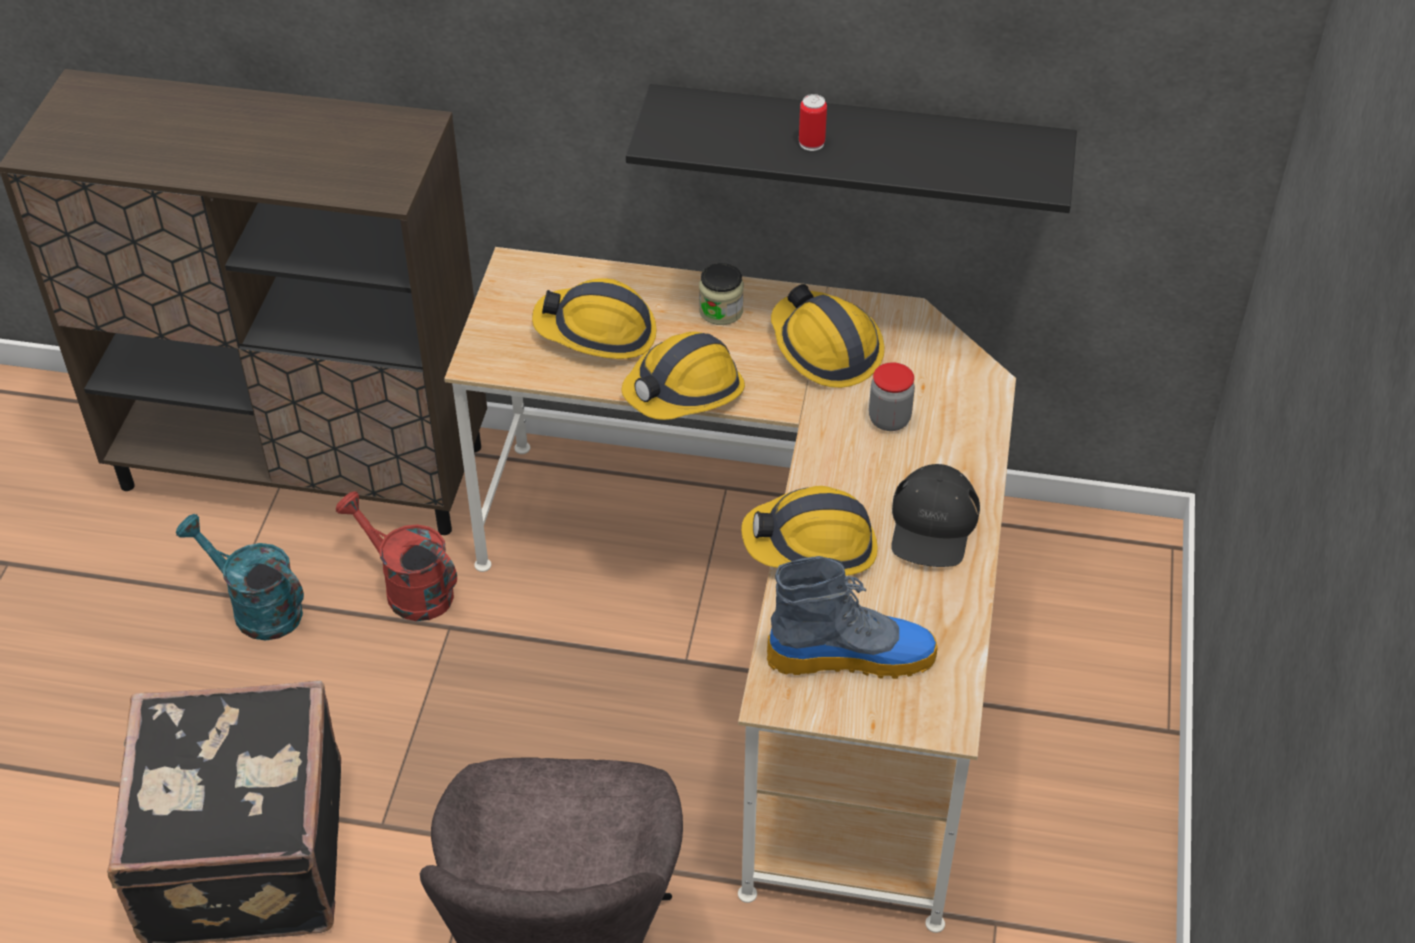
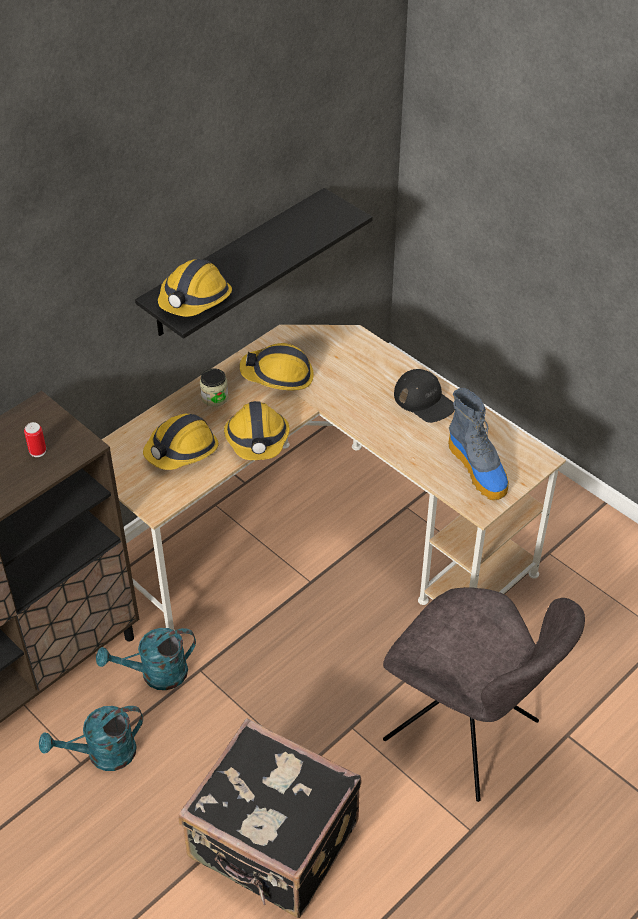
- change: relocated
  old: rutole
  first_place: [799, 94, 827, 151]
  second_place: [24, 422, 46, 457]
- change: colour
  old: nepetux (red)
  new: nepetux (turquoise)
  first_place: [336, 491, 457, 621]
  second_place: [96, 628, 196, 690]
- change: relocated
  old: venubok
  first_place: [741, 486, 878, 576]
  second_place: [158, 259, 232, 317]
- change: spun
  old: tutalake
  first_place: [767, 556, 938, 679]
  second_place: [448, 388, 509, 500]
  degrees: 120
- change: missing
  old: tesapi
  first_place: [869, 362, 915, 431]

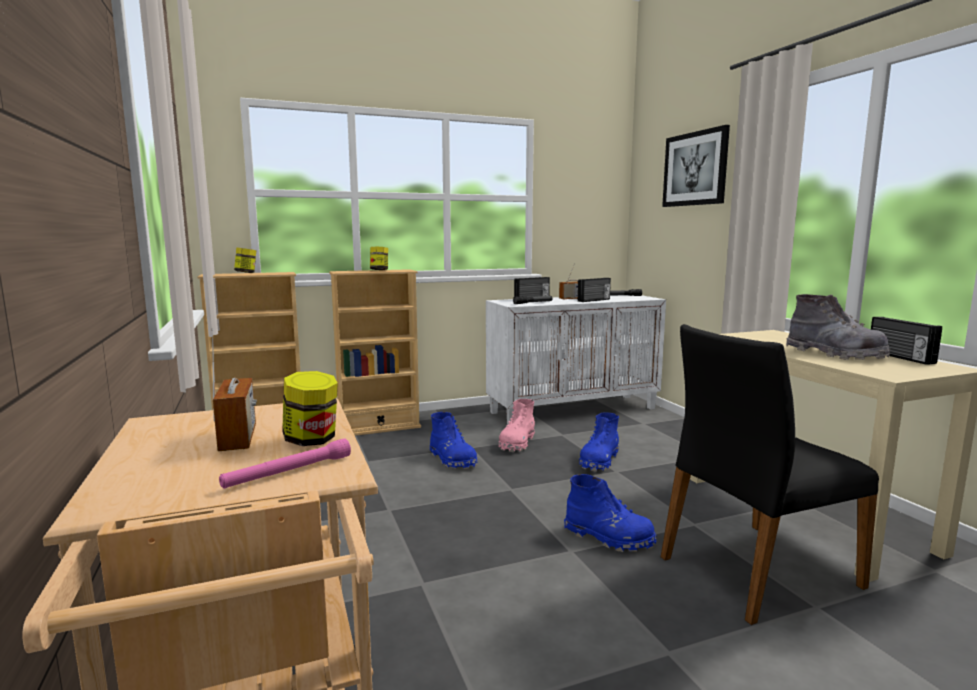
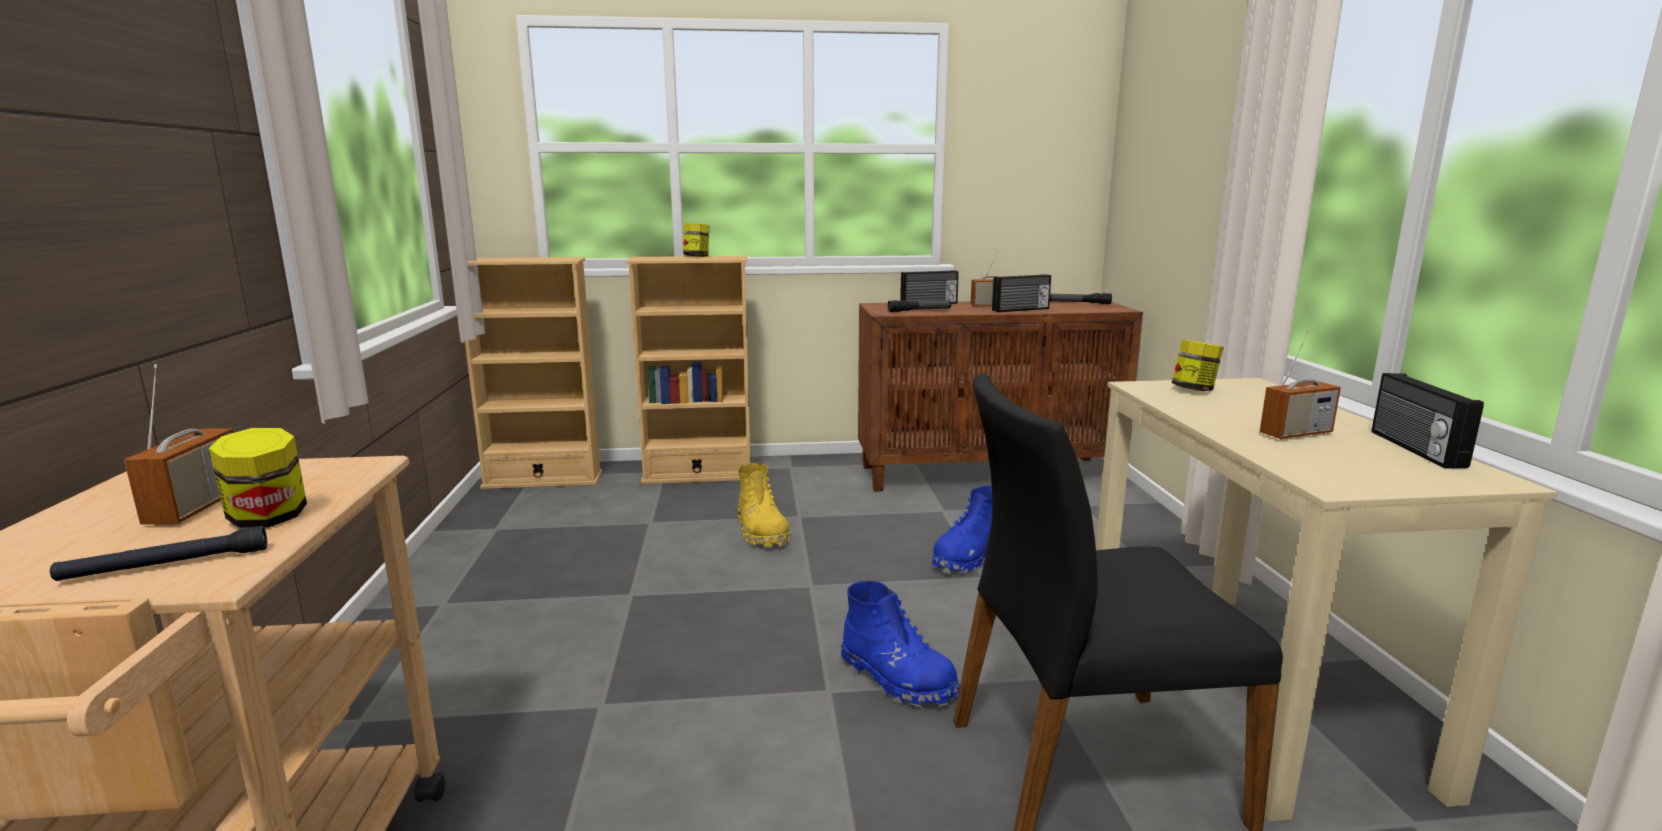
- change: colour
  old: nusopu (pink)
  new: nusopu (black)
  first_place: [219, 438, 351, 489]
  second_place: [50, 526, 267, 581]
- change: colour
  old: tutalake (blue)
  new: tutalake (yellow)
  first_place: [430, 412, 478, 469]
  second_place: [738, 463, 790, 548]
- change: colour
  old: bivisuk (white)
  new: bivisuk (brown)
  first_place: [486, 295, 666, 425]
  second_place: [858, 301, 1143, 492]
- change: relocated
  old: tesapi
  first_place: [234, 248, 256, 273]
  second_place: [1172, 340, 1224, 391]
- change: exchanged
  old: tutalake (grey)
  new: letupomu
  first_place: [786, 294, 891, 360]
  second_place: [1260, 330, 1341, 439]
- change: missing
  old: tutalake (pink)
  first_place: [499, 399, 535, 452]
- change: missing
  old: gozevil
  first_place: [662, 125, 730, 207]

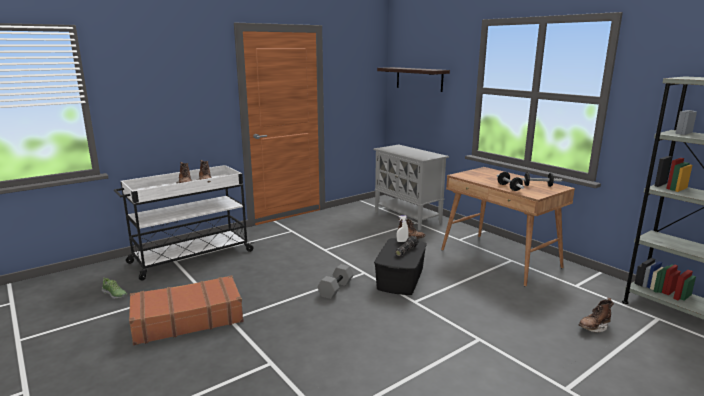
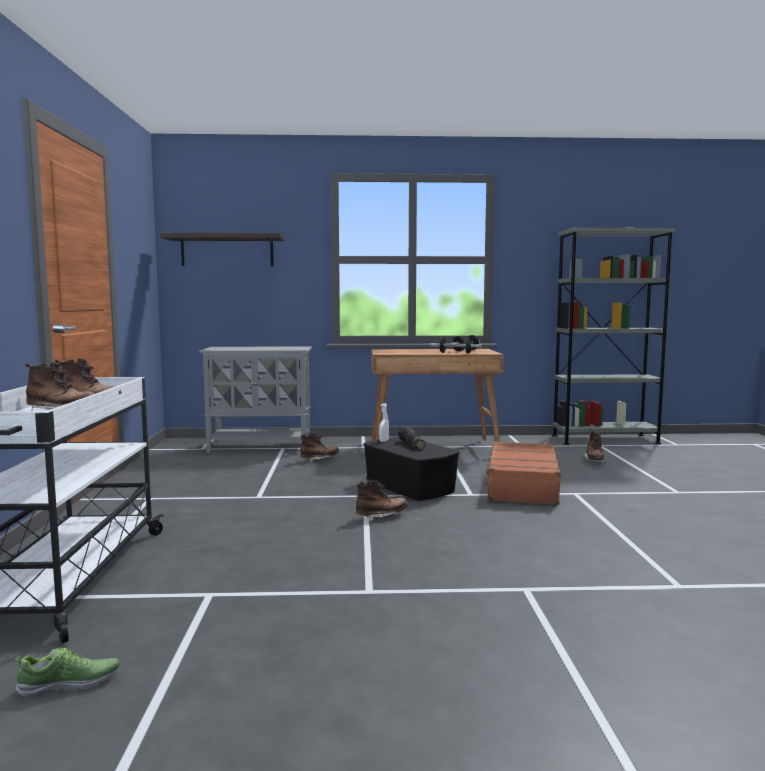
- change: exchanged
  old: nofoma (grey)
  new: tutalake (brown)
  first_place: [317, 264, 354, 299]
  second_place: [356, 480, 408, 522]
- change: relocated
  old: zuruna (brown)
  first_place: [129, 275, 244, 345]
  second_place: [483, 441, 561, 505]

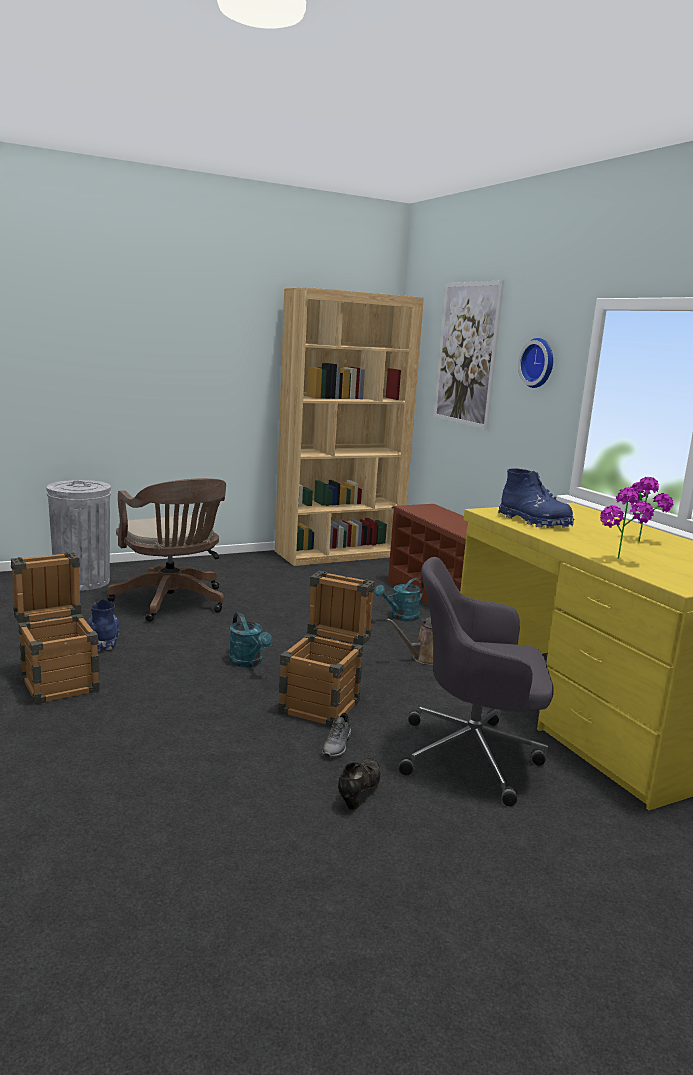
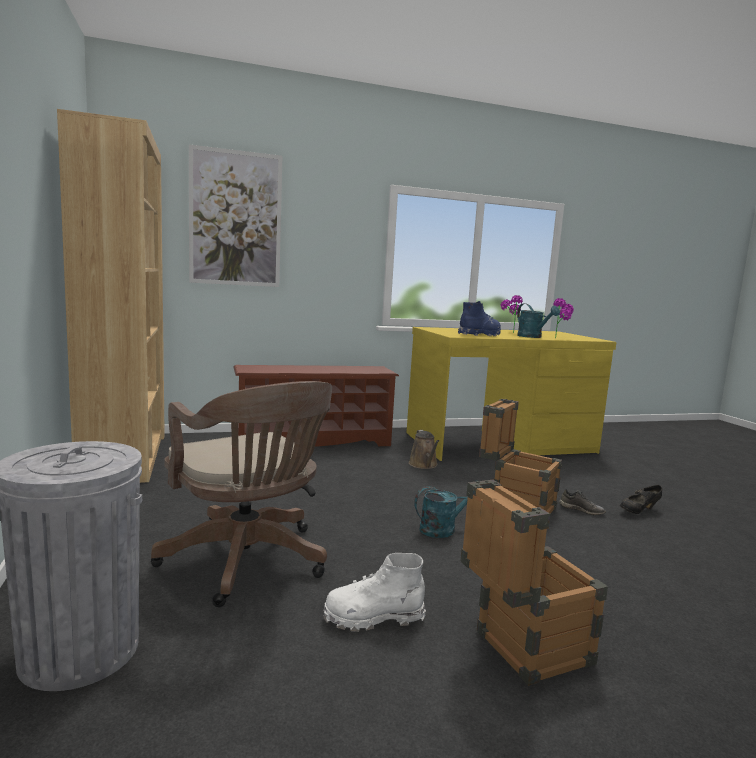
- change: spun
  old: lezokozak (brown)
  first_place: [107, 478, 226, 622]
  second_place: [150, 381, 332, 607]
  degrees: 75
- change: colour
  old: tutalake (blue)
  new: tutalake (white)
  first_place: [88, 599, 120, 651]
  second_place: [323, 553, 426, 632]
- change: relocated
  old: nepetux (turquoise)
  first_place: [374, 578, 424, 622]
  second_place: [517, 303, 560, 338]
- change: spun
  old: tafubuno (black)
  first_place: [338, 758, 381, 810]
  second_place: [620, 485, 662, 514]
  degrees: -60
- change: missing
  old: lezokozak (grey)
  first_place: [399, 557, 554, 806]
- change: missing
  old: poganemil
  first_place: [518, 338, 553, 388]

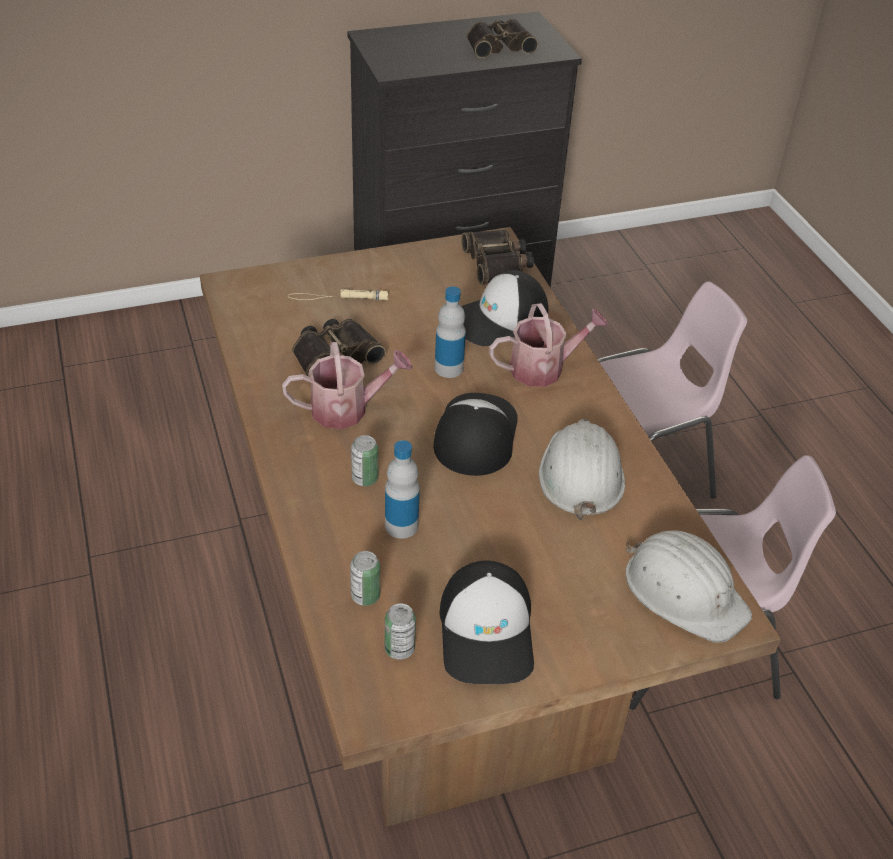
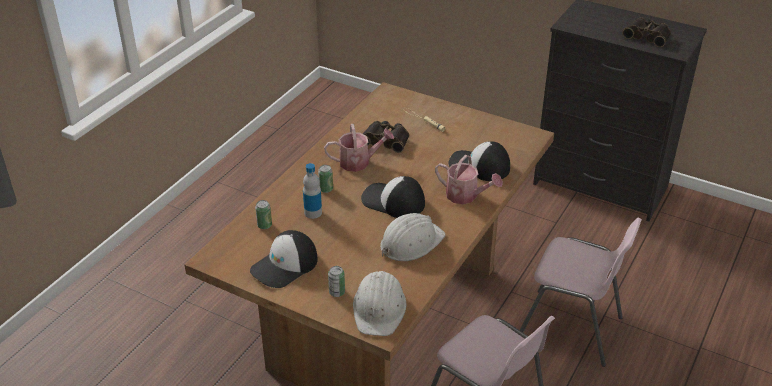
- change: spun
  old: nepetux
  first_place: [282, 342, 413, 429]
  second_place: [324, 124, 394, 172]
  degrees: -45
- change: relocated
  old: rutole
  first_place: [385, 603, 416, 660]
  second_place: [328, 266, 345, 297]
- change: spun
  old: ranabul
  first_place: [434, 393, 518, 476]
  second_place: [361, 176, 425, 218]
  degrees: -120
- change: missing
  old: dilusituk
  first_place: [435, 286, 466, 378]
- change: missing
  old: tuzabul
  first_place: [462, 229, 534, 285]

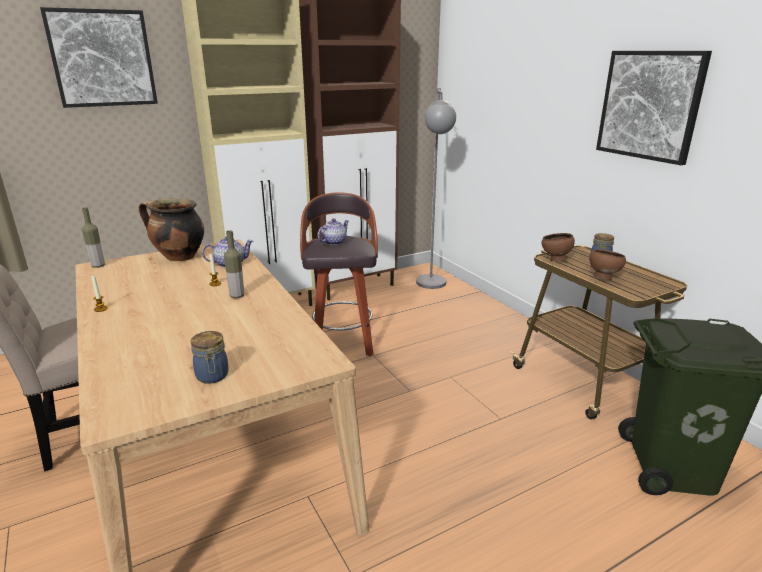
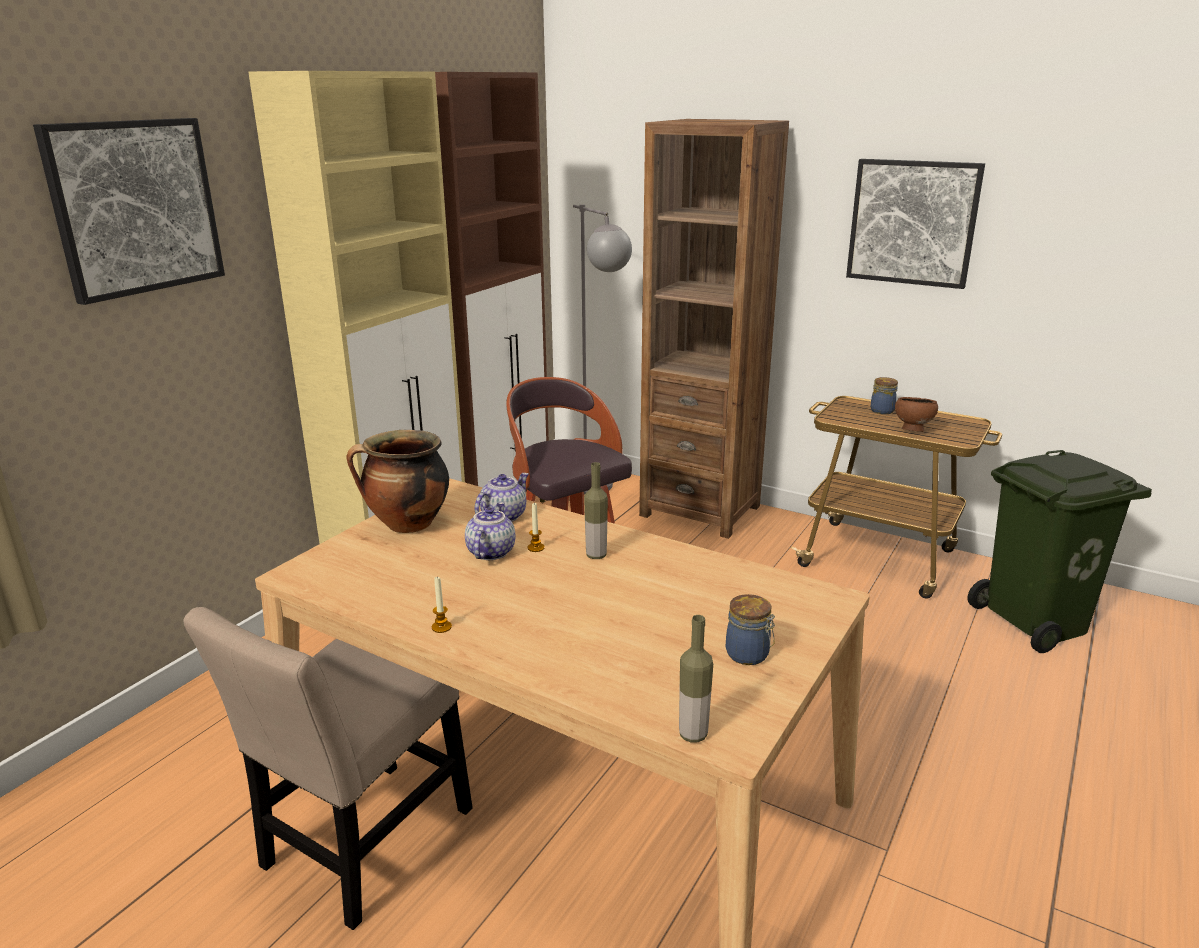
- change: relocated
  old: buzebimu
  first_place: [317, 219, 349, 245]
  second_place: [465, 502, 515, 560]
- change: appeared
  new: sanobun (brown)
  second_place: [639, 119, 789, 539]
- change: relocated
  old: dilusituk
  first_place: [82, 207, 105, 268]
  second_place: [679, 615, 713, 742]
- change: missing
  old: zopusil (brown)
  first_place: [542, 233, 575, 261]

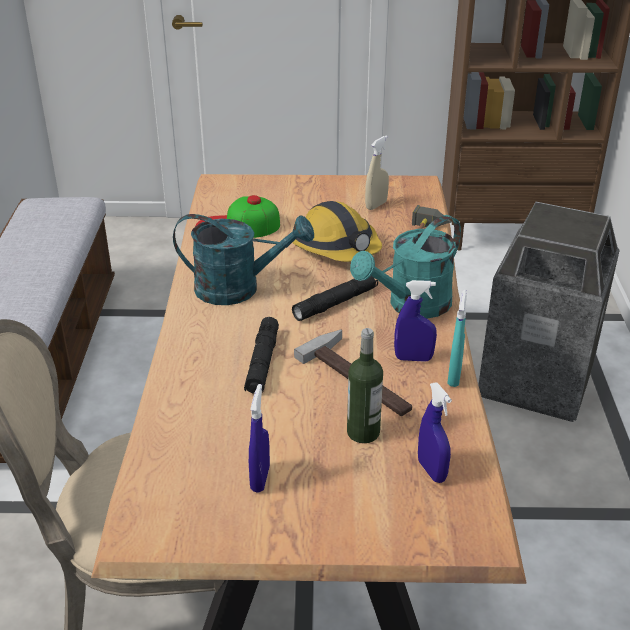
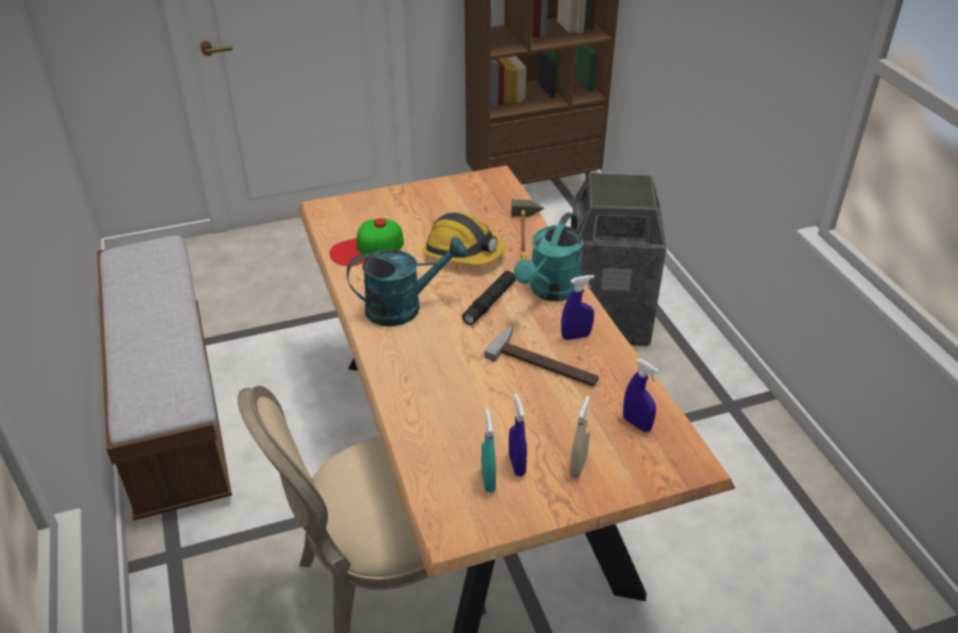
- change: relocated
  old: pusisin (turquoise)
  first_place: [447, 290, 467, 387]
  second_place: [481, 408, 496, 492]
- change: relocated
  old: pusisin (beige)
  first_place: [365, 135, 389, 210]
  second_place: [569, 396, 590, 478]
- change: missing
  old: nusopu (black)
  first_place: [244, 317, 279, 393]
- change: missing
  old: dilusituk
  first_place: [347, 328, 383, 443]

